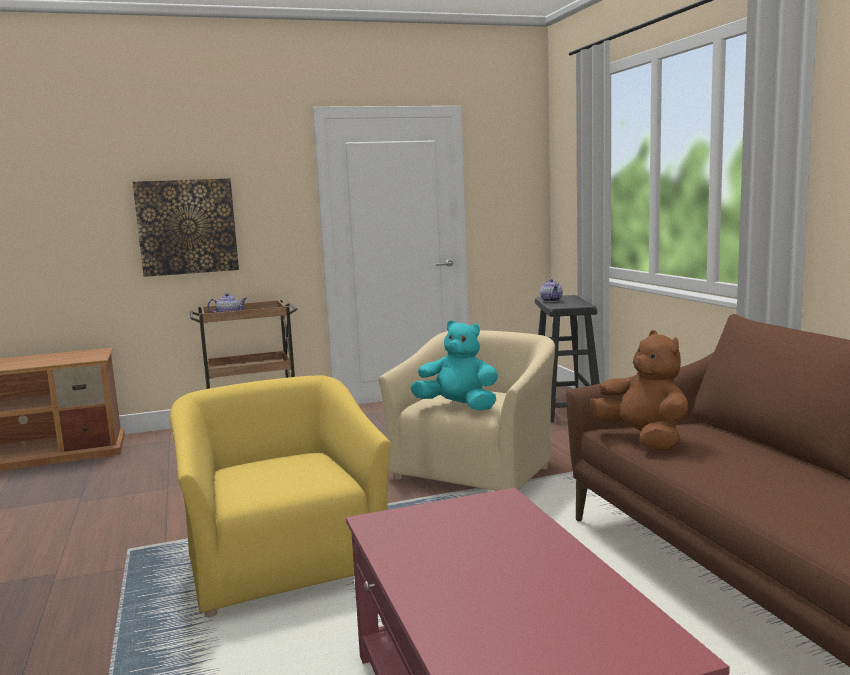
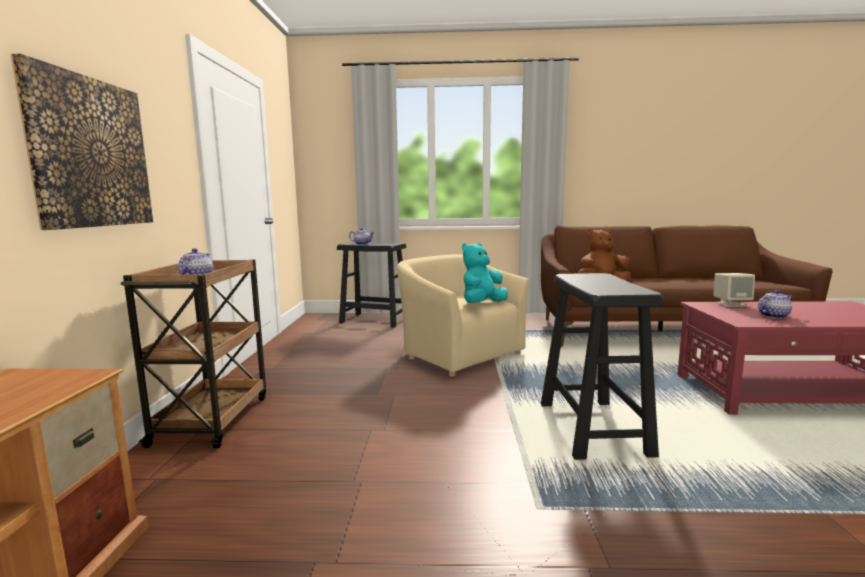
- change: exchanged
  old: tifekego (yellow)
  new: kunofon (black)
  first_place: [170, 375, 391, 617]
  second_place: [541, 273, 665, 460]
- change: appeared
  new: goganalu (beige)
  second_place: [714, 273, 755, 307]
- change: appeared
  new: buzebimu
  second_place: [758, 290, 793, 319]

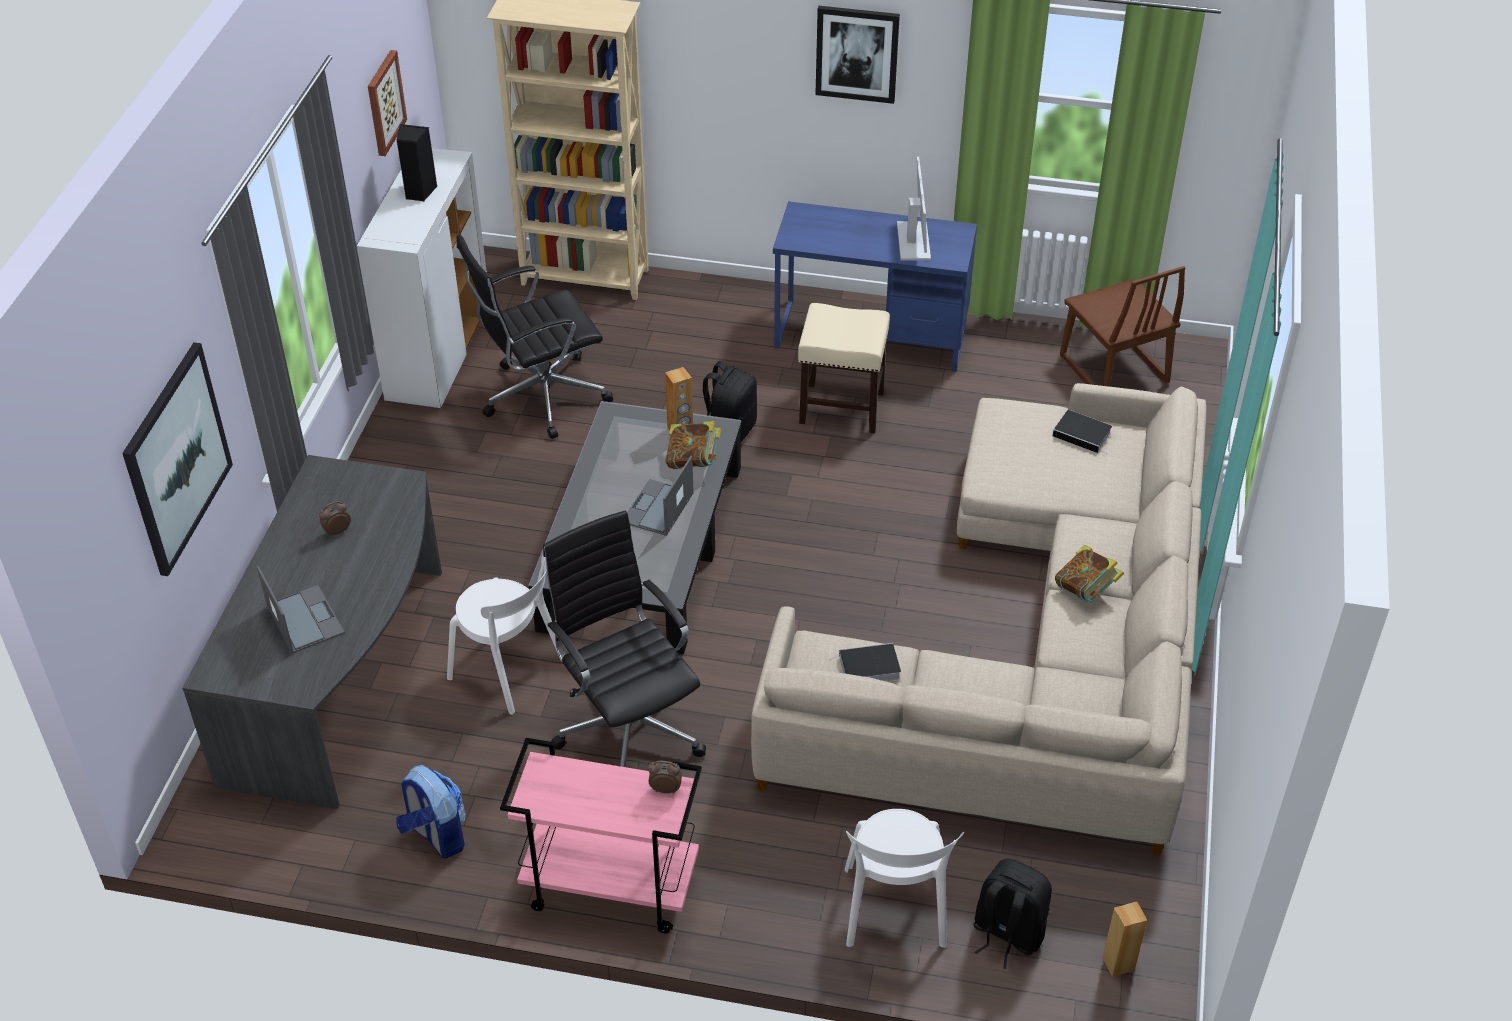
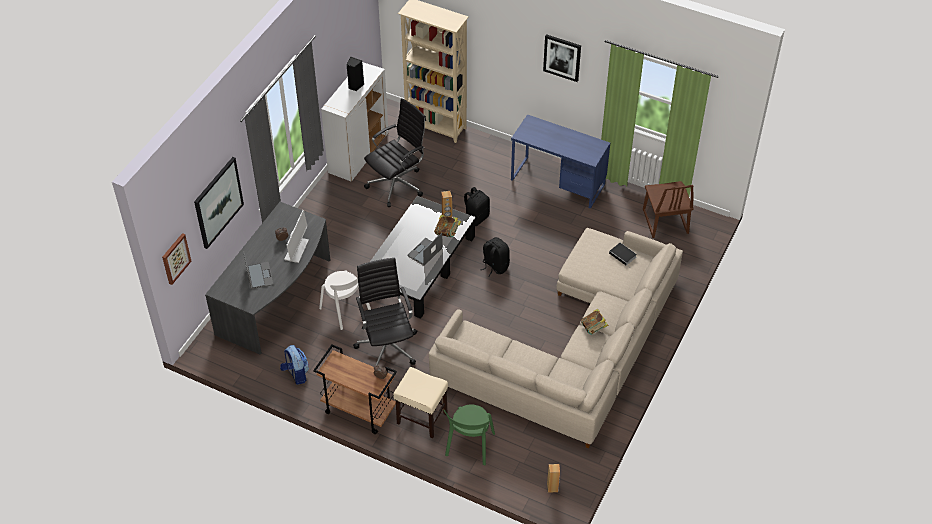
- change: relocated
  old: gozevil
  first_place: [368, 50, 407, 156]
  second_place: [162, 233, 192, 285]
- change: relocated
  old: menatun
  first_place: [897, 157, 931, 261]
  second_place: [284, 210, 309, 263]
- change: colour
  old: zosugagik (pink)
  new: zosugagik (brown)
  first_place: [500, 738, 702, 934]
  second_place: [313, 345, 397, 434]
- change: spun
  old: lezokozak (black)
  first_place: [457, 234, 613, 439]
  second_place: [364, 98, 426, 207]
  degrees: 150
- change: relocated
  old: kunofon (beige)
  first_place: [798, 303, 890, 433]
  second_place: [393, 367, 448, 438]
- change: colour
  old: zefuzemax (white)
  new: zefuzemax (green)
  first_place: [845, 809, 964, 948]
  second_place: [444, 404, 495, 465]
- change: relocated
  old: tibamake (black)
  first_place: [973, 859, 1052, 969]
  second_place: [480, 237, 510, 277]
- change: missing
  old: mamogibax
  first_place: [829, 643, 901, 681]

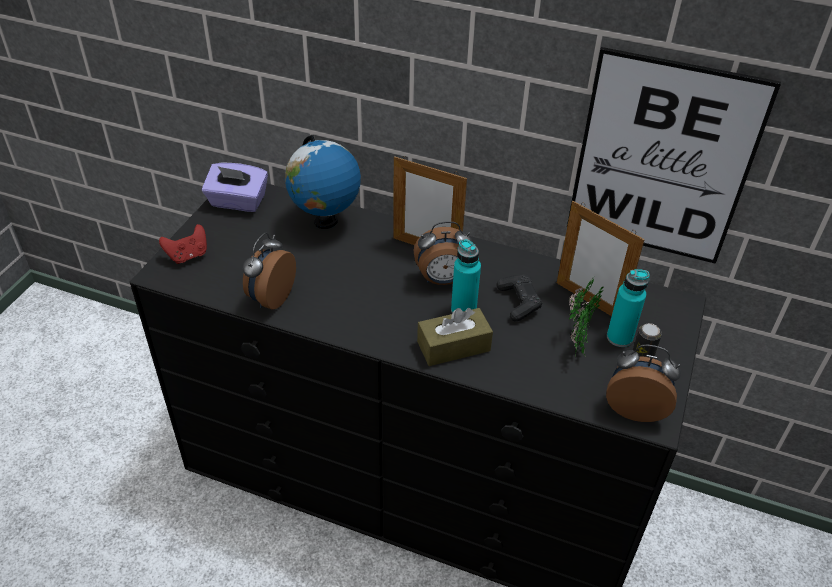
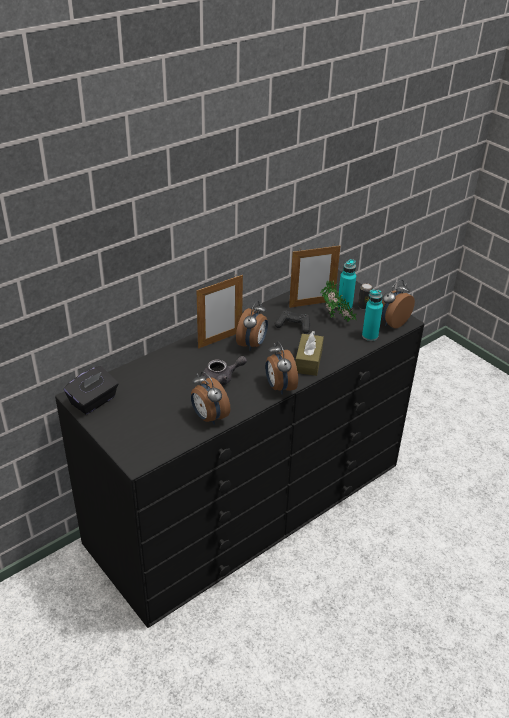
- change: colour
  old: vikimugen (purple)
  new: vikimugen (black)
  first_place: [202, 163, 268, 212]
  second_place: [64, 366, 118, 414]
- change: appeared
  new: buzebimu (grey)
  second_place: [203, 356, 247, 386]
- change: appeared
  new: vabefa
  second_place: [265, 341, 298, 395]
- change: relocated
  old: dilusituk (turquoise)
  first_place: [451, 239, 481, 313]
  second_place: [362, 290, 383, 341]
- change: missing
  old: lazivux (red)
  first_place: [159, 224, 207, 264]
- change: missing
  old: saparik
  first_place: [285, 135, 361, 229]
- change: missing
  old: gozevil
  first_place: [567, 47, 781, 264]

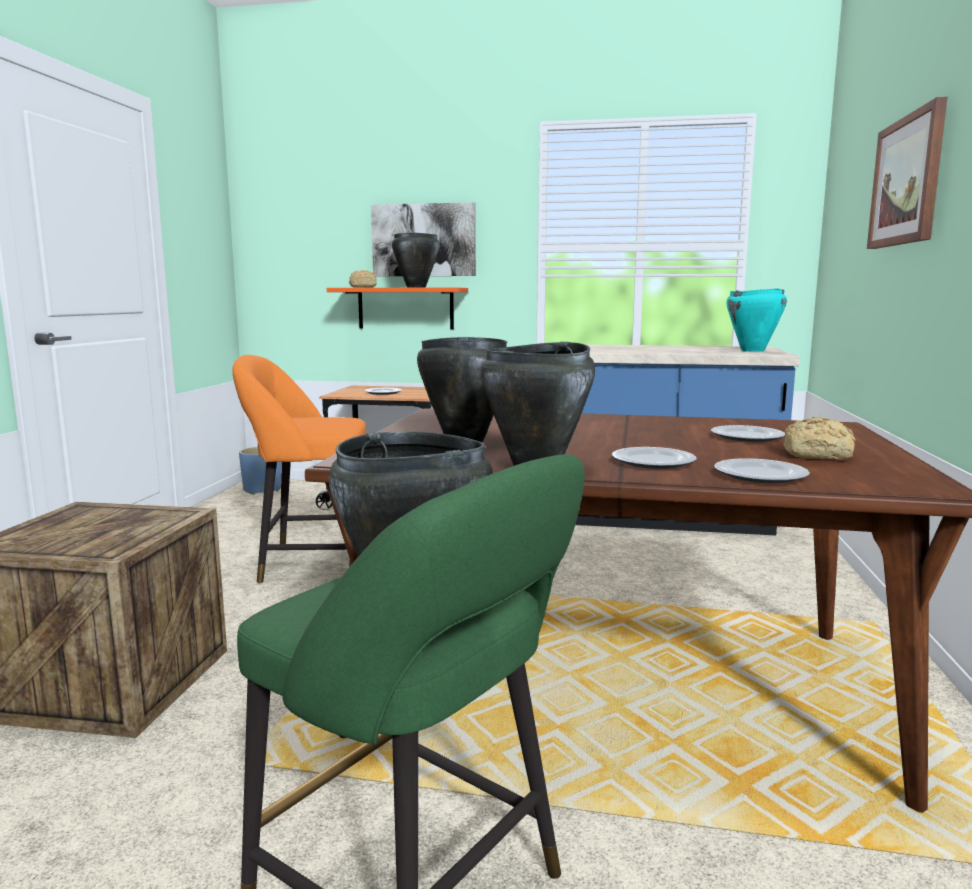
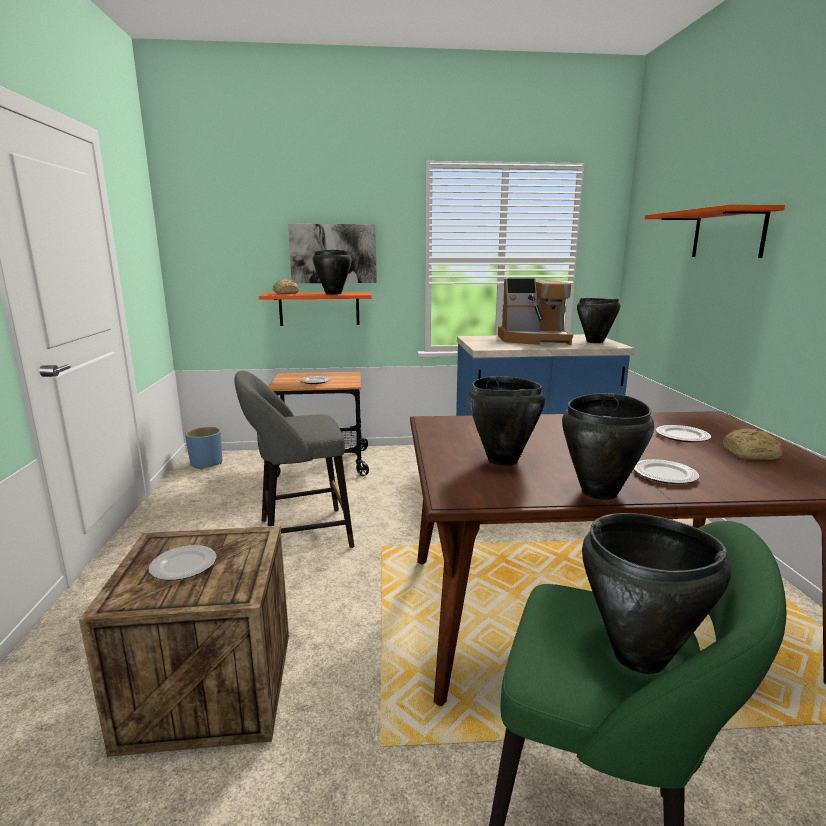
- change: relocated
  old: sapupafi
  first_place: [714, 458, 810, 483]
  second_place: [149, 545, 216, 580]
- change: colour
  old: kunofon (orange)
  new: kunofon (grey)
  first_place: [233, 355, 366, 584]
  second_place: [235, 371, 354, 548]
- change: appeared
  new: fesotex
  second_place: [498, 279, 573, 345]
- change: colour
  old: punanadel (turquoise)
  new: punanadel (black)
  first_place: [726, 288, 787, 352]
  second_place: [577, 298, 620, 343]
- change: exchanged
  old: gozevil
  new: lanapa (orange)
  first_place: [867, 97, 947, 249]
  second_place: [645, 204, 785, 258]

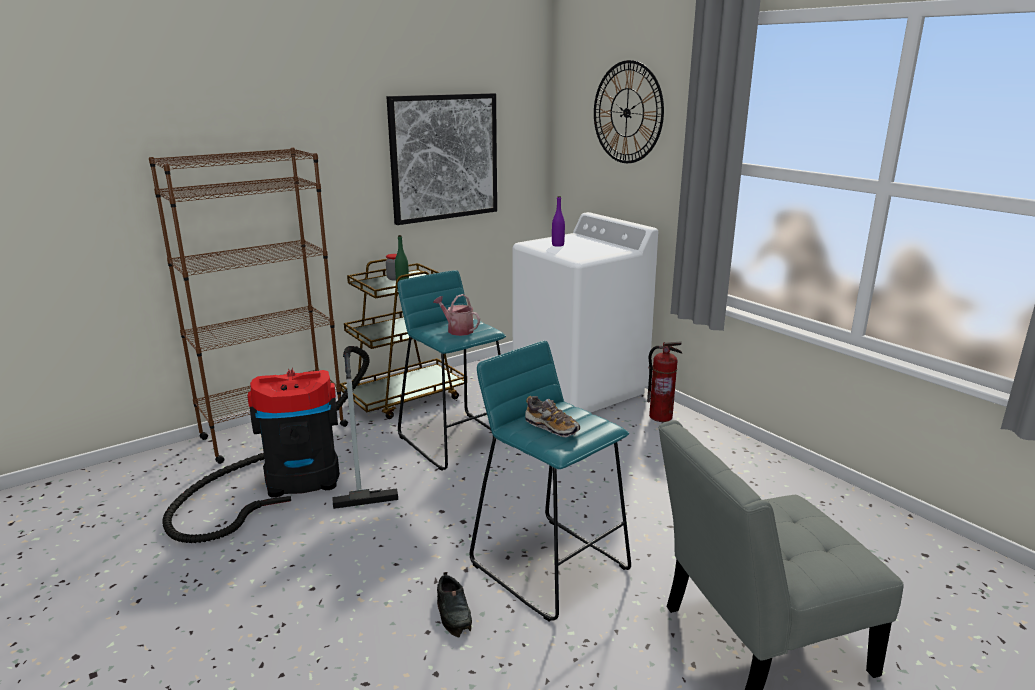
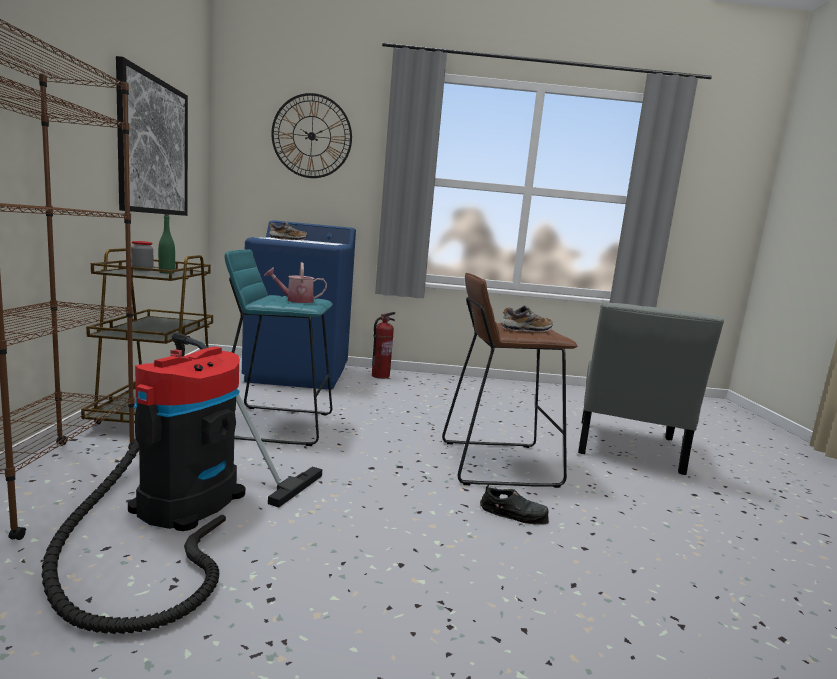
- change: colour
  old: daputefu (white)
  new: daputefu (blue)
  first_place: [512, 212, 658, 413]
  second_place: [242, 220, 356, 390]
- change: exchanged
  old: dilusituk (purple)
  new: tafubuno
  first_place: [552, 196, 565, 247]
  second_place: [269, 222, 307, 240]
- change: colour
  old: kunofon (turquoise)
  new: kunofon (brown)
  first_place: [470, 341, 631, 622]
  second_place: [442, 273, 578, 488]

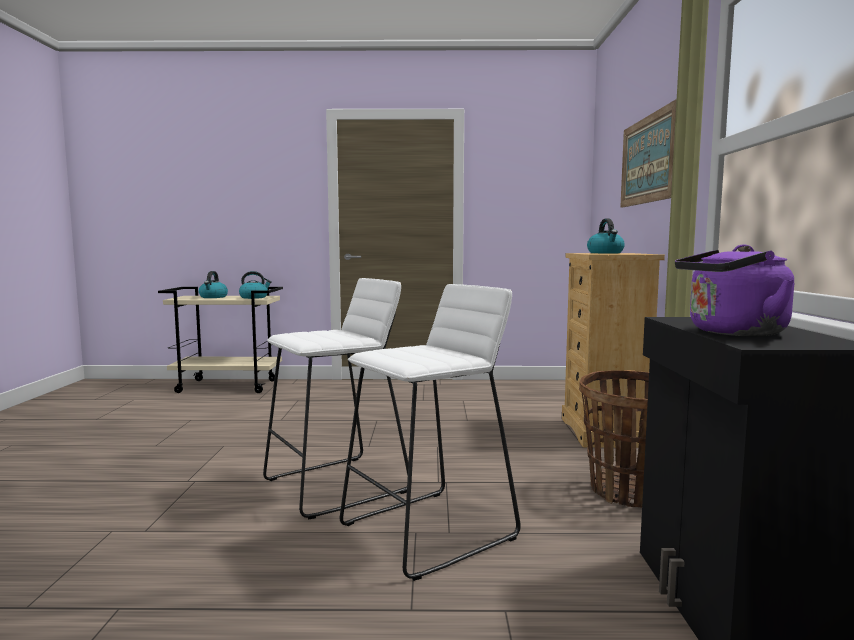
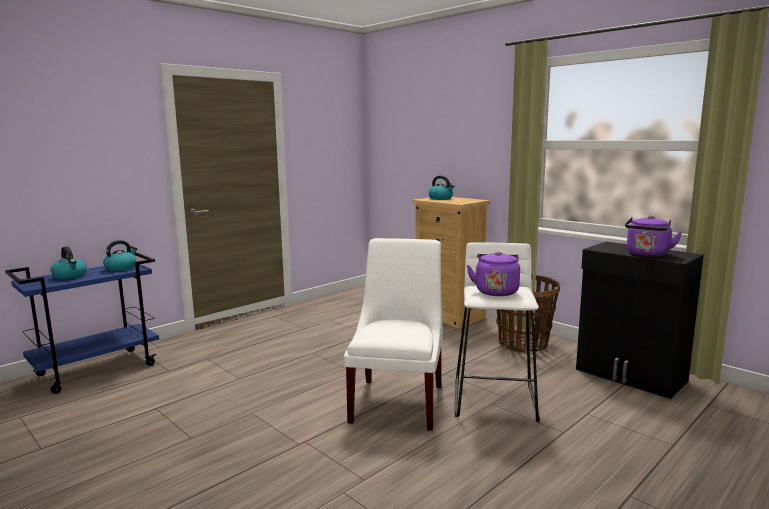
- change: colour
  old: zosugagik (beige)
  new: zosugagik (blue)
  first_place: [158, 287, 283, 393]
  second_place: [5, 252, 159, 394]
- change: exchanged
  old: kunofon (white)
  new: zefuzemax (white)
  first_place: [263, 278, 412, 520]
  second_place: [344, 238, 443, 431]
- change: appeared
  new: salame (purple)
  second_place: [467, 251, 520, 296]
- change: missing
  old: gozevil
  first_place: [620, 99, 677, 207]

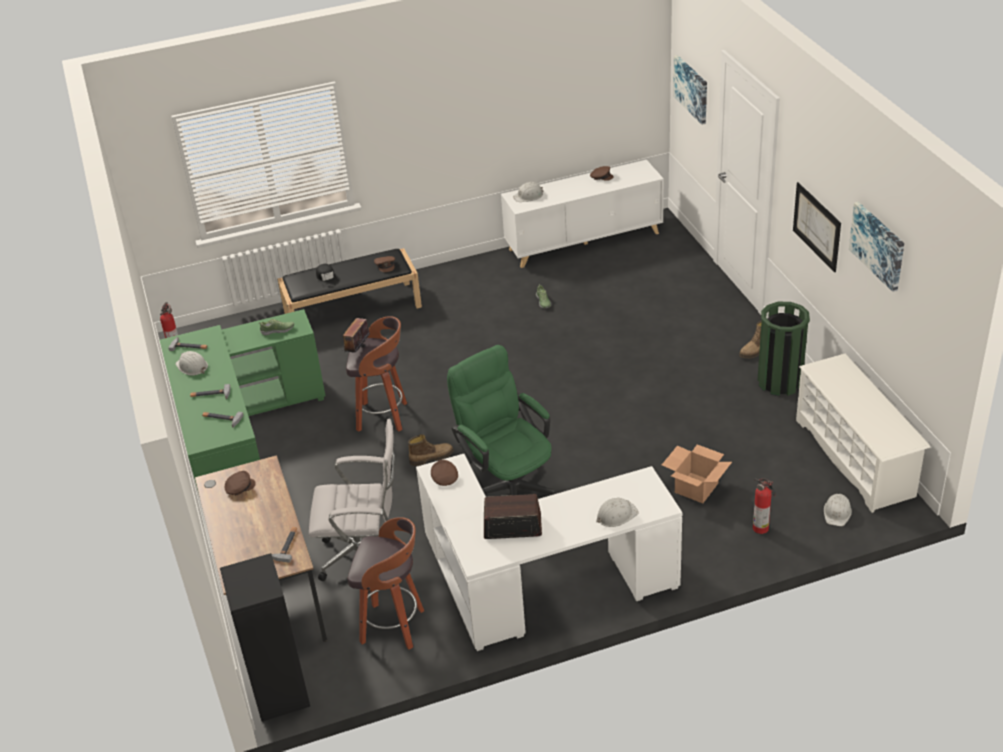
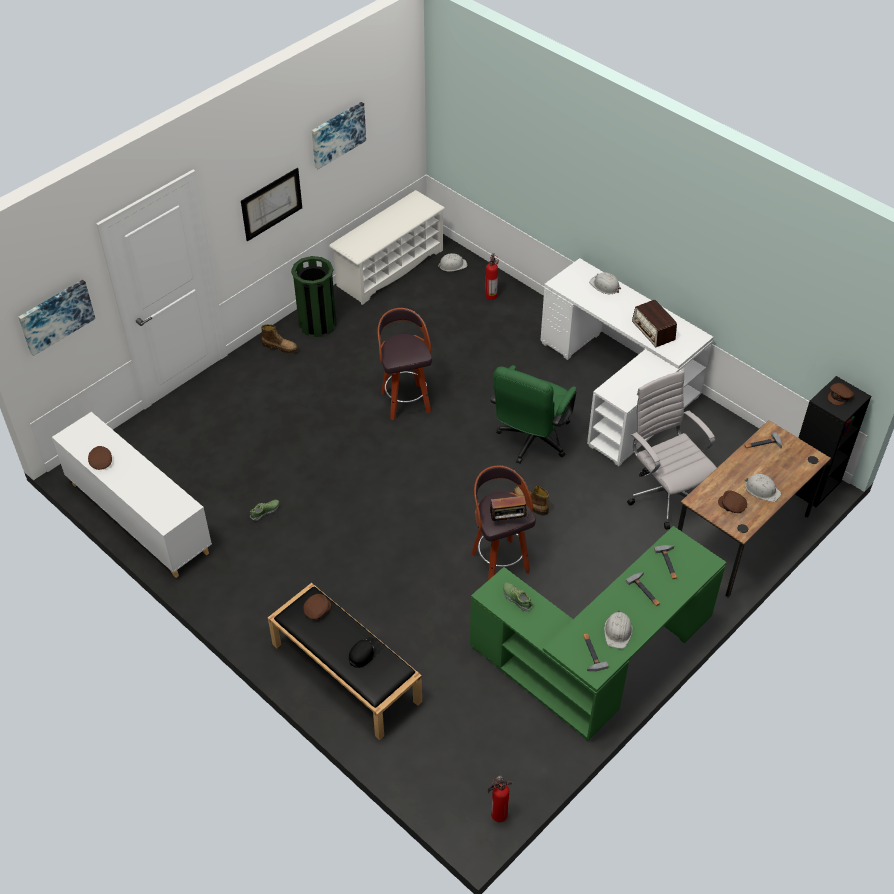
- change: relocated
  old: kunofon
  first_place: [348, 517, 424, 650]
  second_place: [377, 308, 432, 420]
- change: relocated
  old: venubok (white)
  first_place: [513, 182, 543, 202]
  second_place: [744, 474, 781, 502]
- change: relocated
  old: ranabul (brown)
  first_place: [431, 460, 458, 486]
  second_place: [828, 383, 854, 405]
- change: missing
  old: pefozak
  first_place: [662, 444, 732, 503]

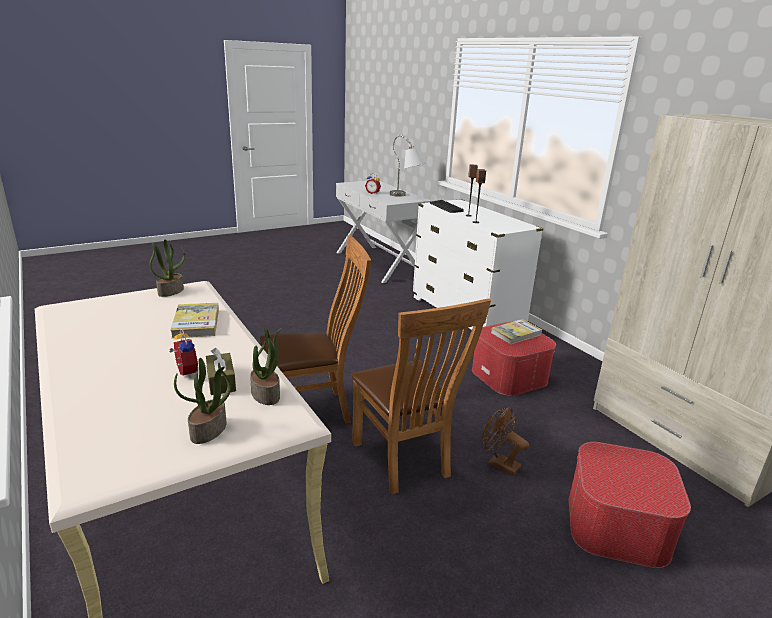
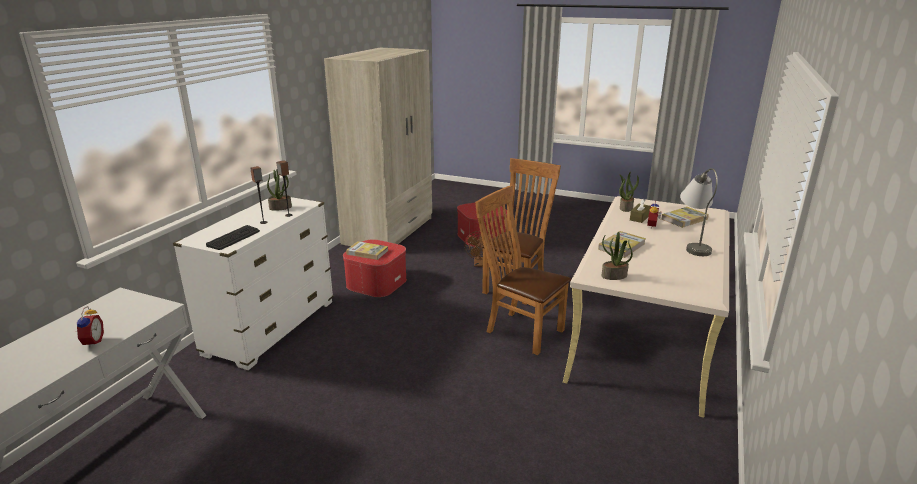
- change: relocated
  old: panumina
  first_place: [174, 358, 231, 444]
  second_place: [267, 169, 292, 211]
- change: appeared
  new: mamogibax
  second_place: [661, 207, 709, 228]
- change: relocated
  old: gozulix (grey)
  first_place: [390, 135, 426, 197]
  second_place: [680, 168, 718, 256]

